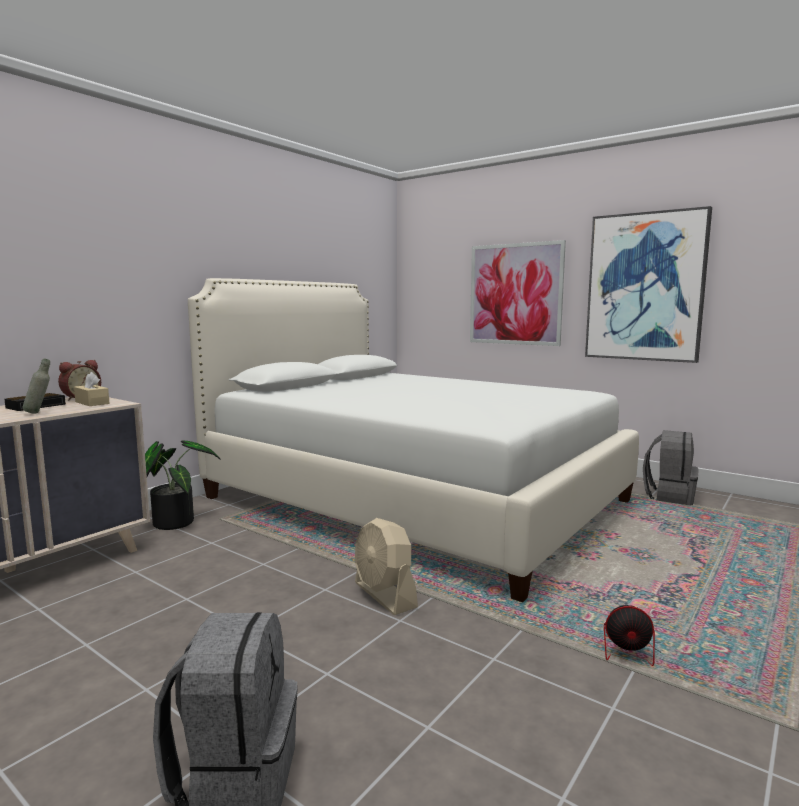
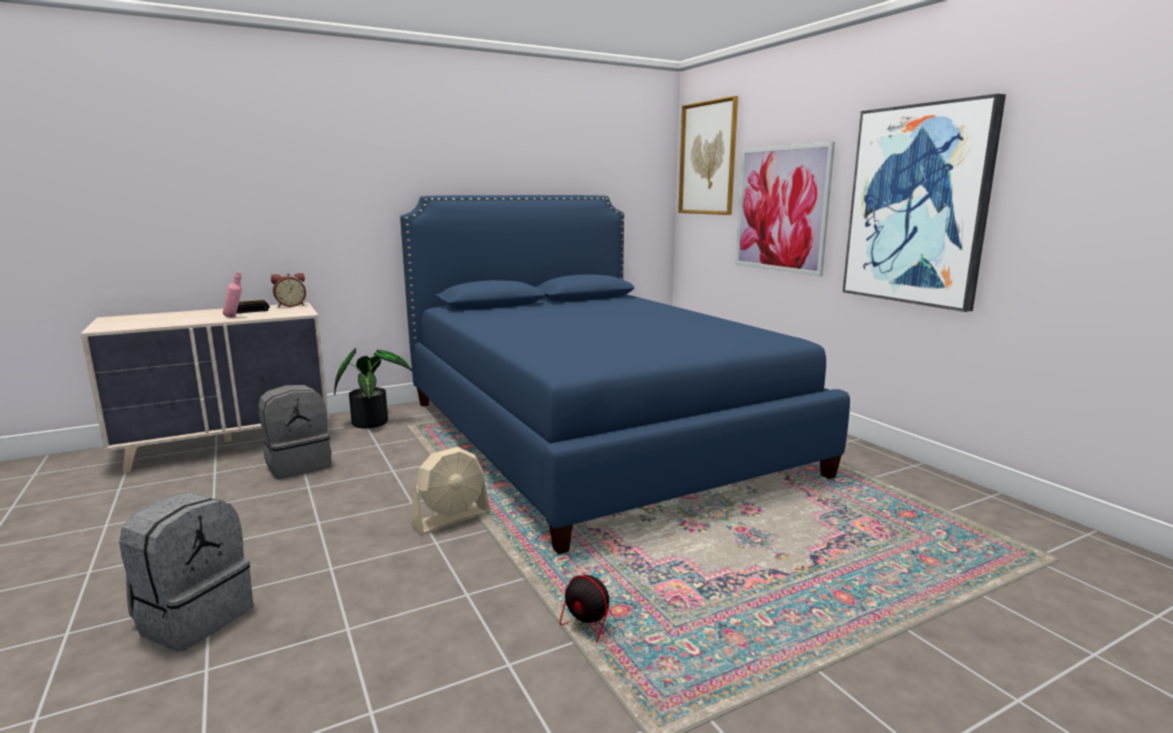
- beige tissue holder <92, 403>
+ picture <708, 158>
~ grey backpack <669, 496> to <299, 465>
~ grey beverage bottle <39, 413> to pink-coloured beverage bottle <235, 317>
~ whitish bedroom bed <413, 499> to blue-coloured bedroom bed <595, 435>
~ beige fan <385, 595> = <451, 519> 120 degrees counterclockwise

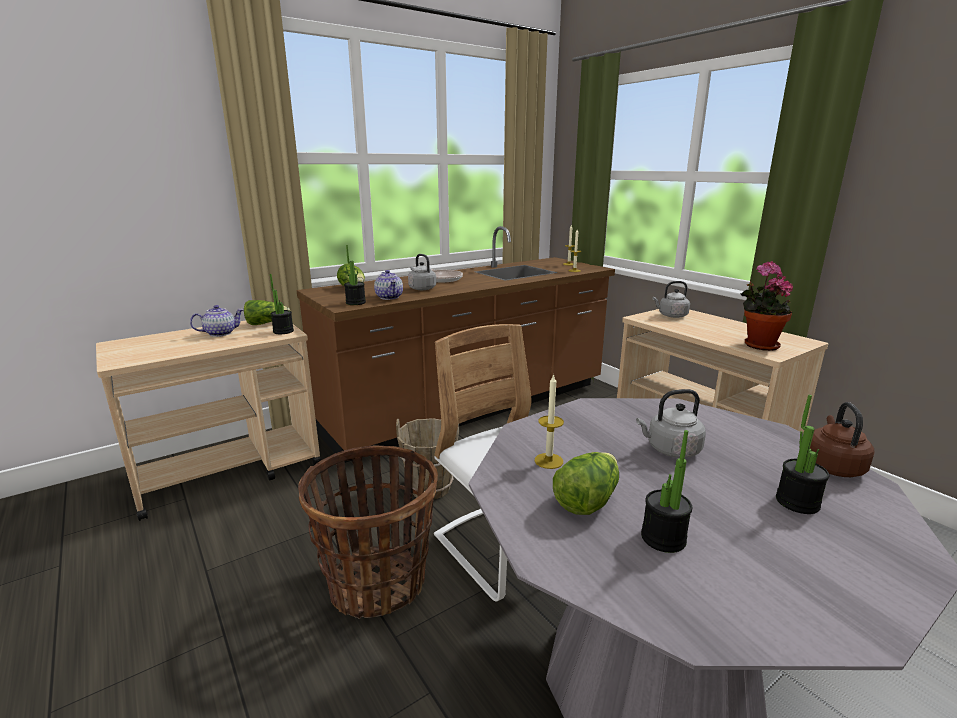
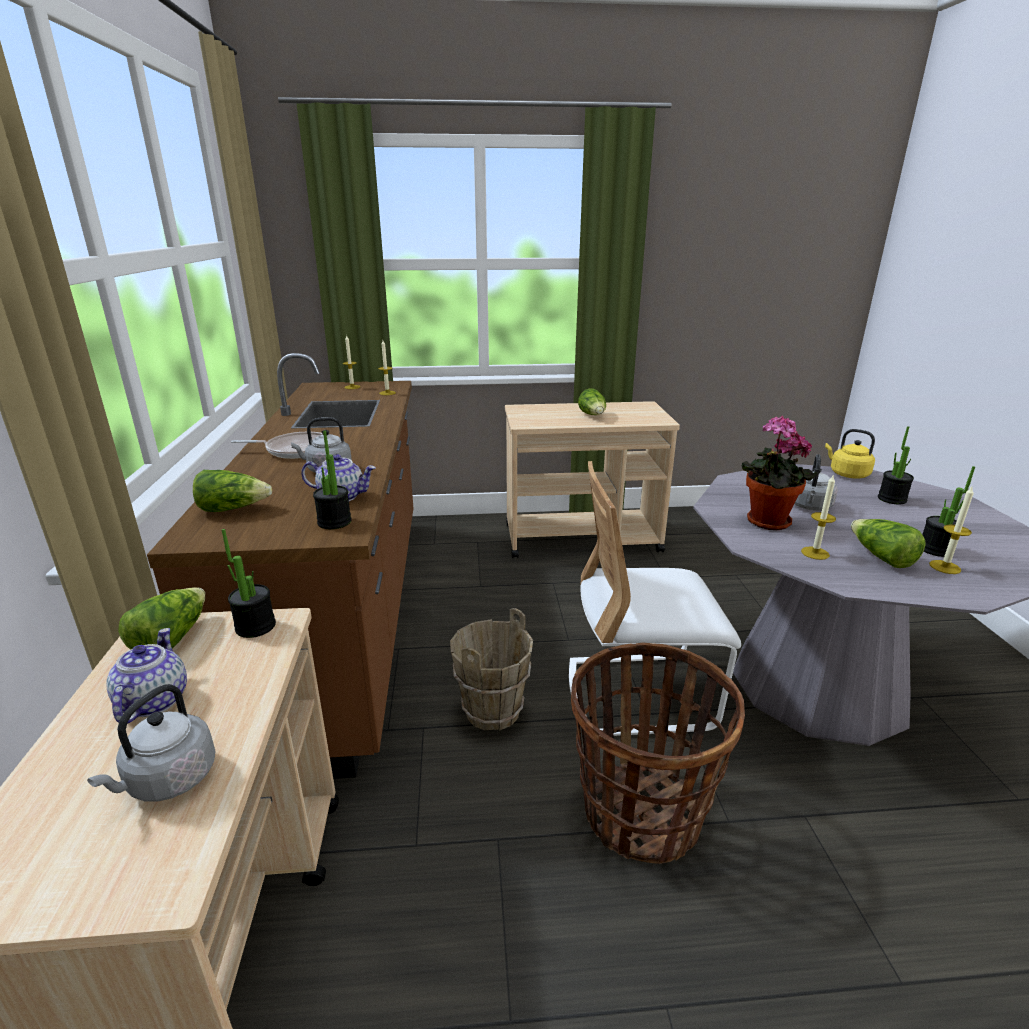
+ head of lettuce <593, 415>
+ wax light <945, 567>
~ grey kettle <671, 316> to <168, 780>
~ plant in a pot <758, 345> to <765, 523>
~ brown-coloured kettle <832, 466> to yellowish kettle <847, 474>

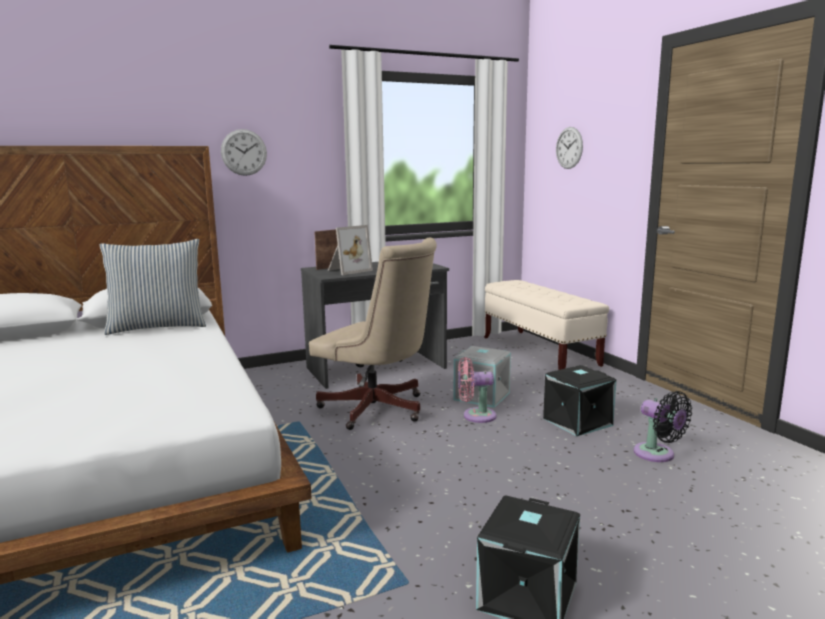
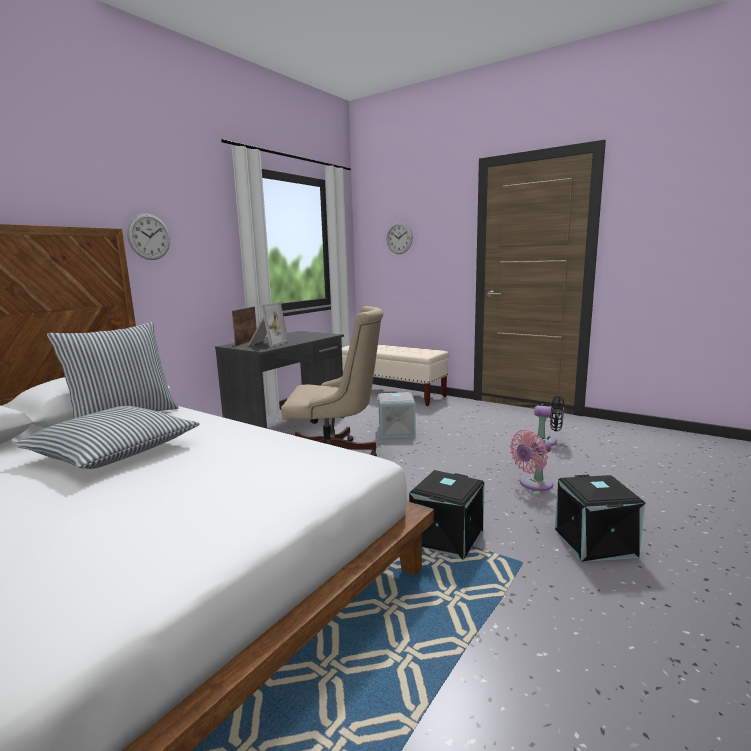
+ throw pillow <112, 452>
~ pink-coloured fan <475, 416> to <533, 484>
~ black storage container <577, 421> to <446, 537>

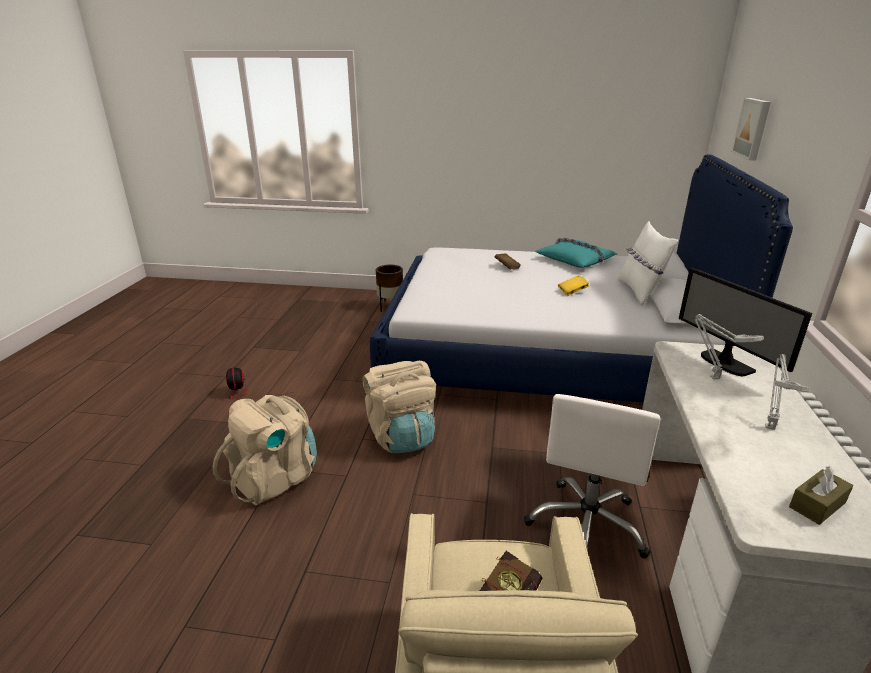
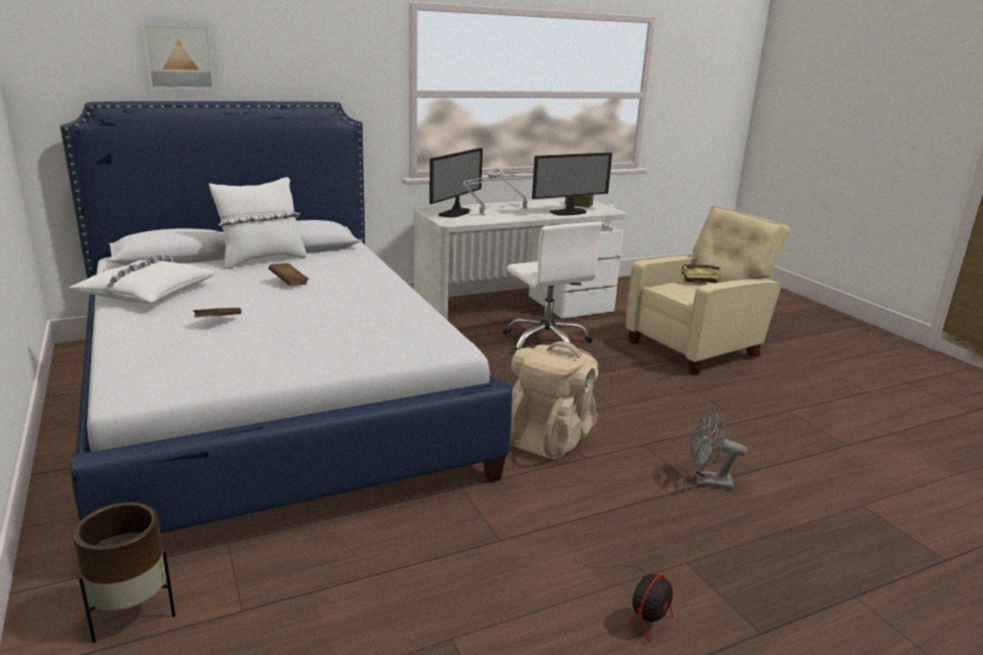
+ computer screen <569, 213>
~ beige backpack <275, 478> to grey fan <707, 482>
~ blue-green throw pillow <576, 260> to whitish throw pillow <146, 292>
~ yellowish volume <572, 291> to brown-coloured volume <289, 283>
~ whitish computer chair <587, 526> = <547, 343> 75 degrees clockwise

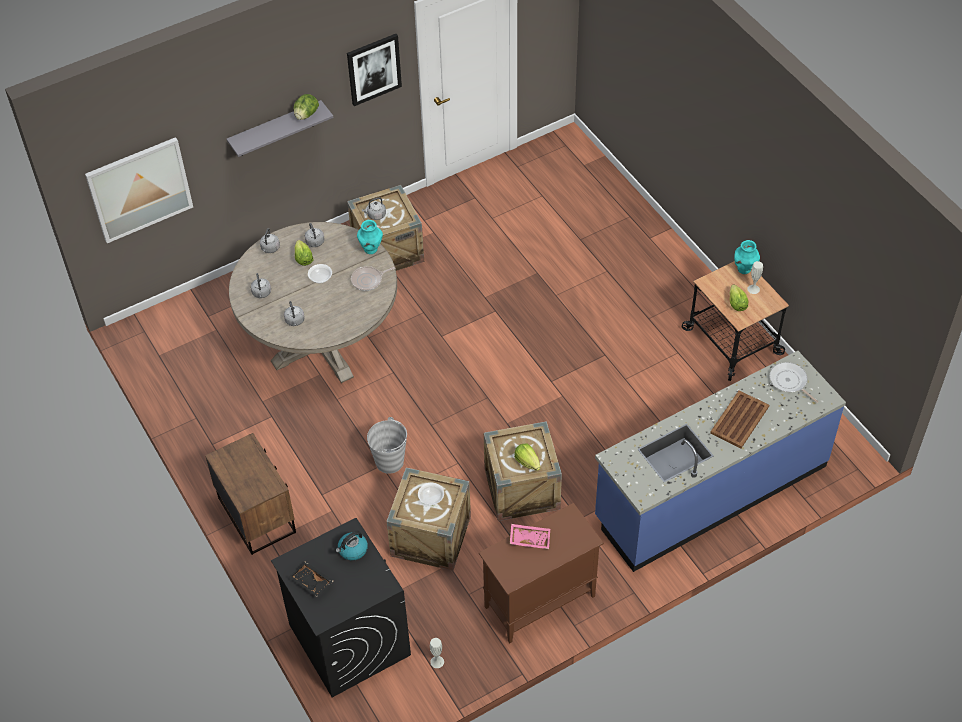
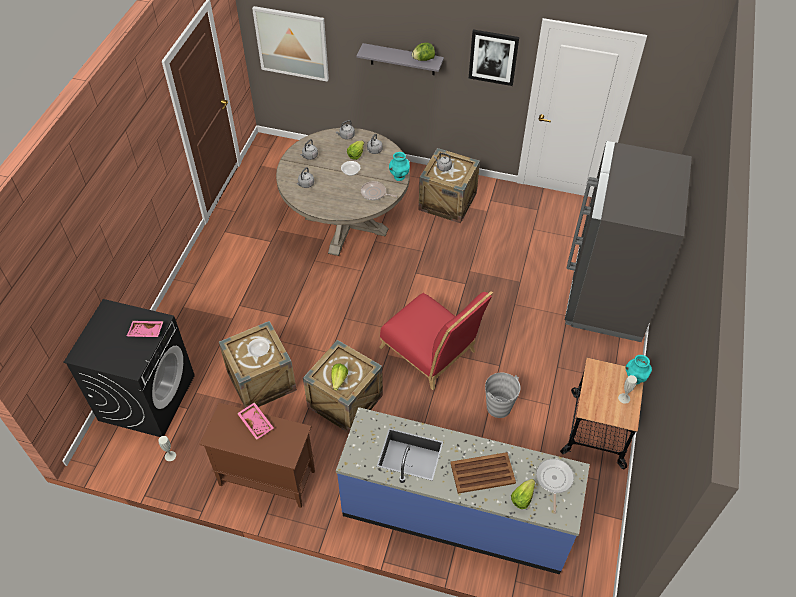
- brown-coloured nightstand <257, 515>
- black serving tray <310, 582>
+ reddish chair <432, 353>
+ grey kitchen fridge <607, 295>
~ grey pail <390, 462> to <498, 407>
~ head of lettuce <736, 304> to <522, 498>
~ kettle <352, 550> to pink-coloured serving tray <146, 332>

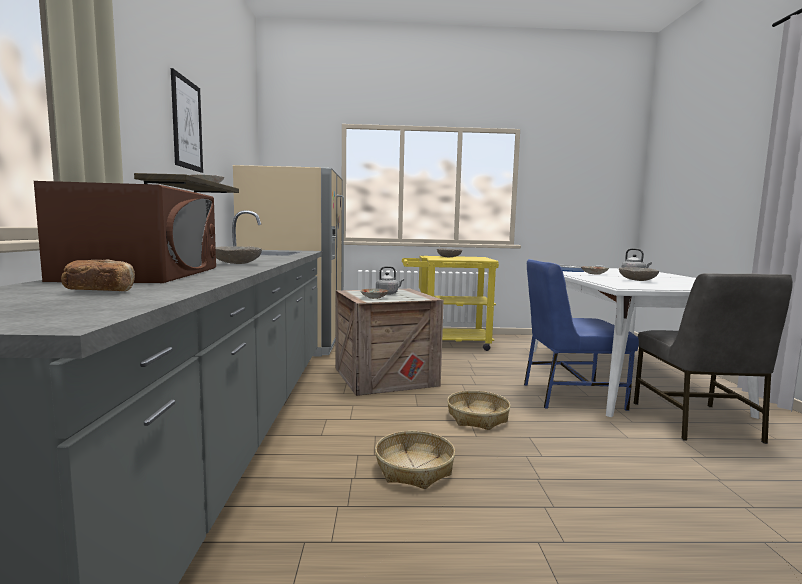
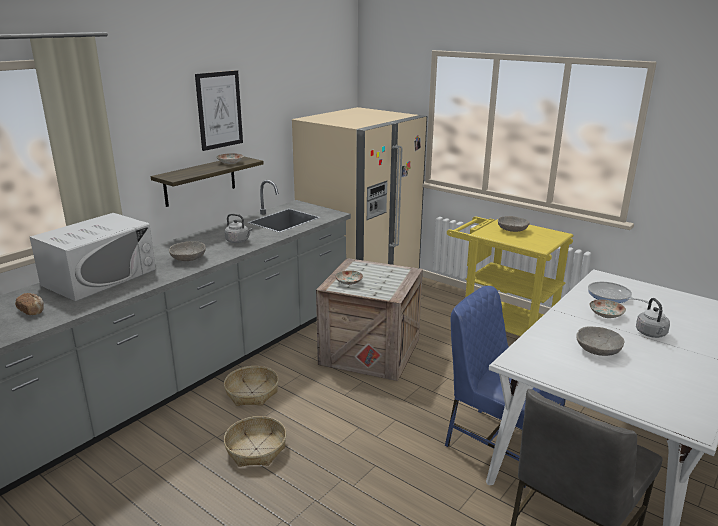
~ grey kettle <388, 294> to <238, 241>
~ household basket <477, 418> to <252, 392>
~ brown-coloured kitchen microwave <144, 273> to whitish kitchen microwave <100, 277>

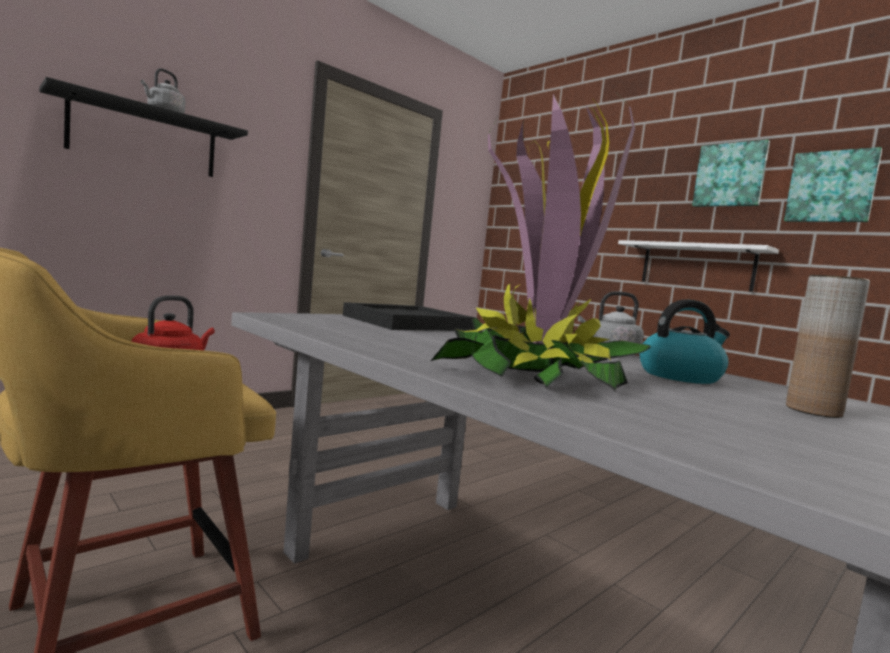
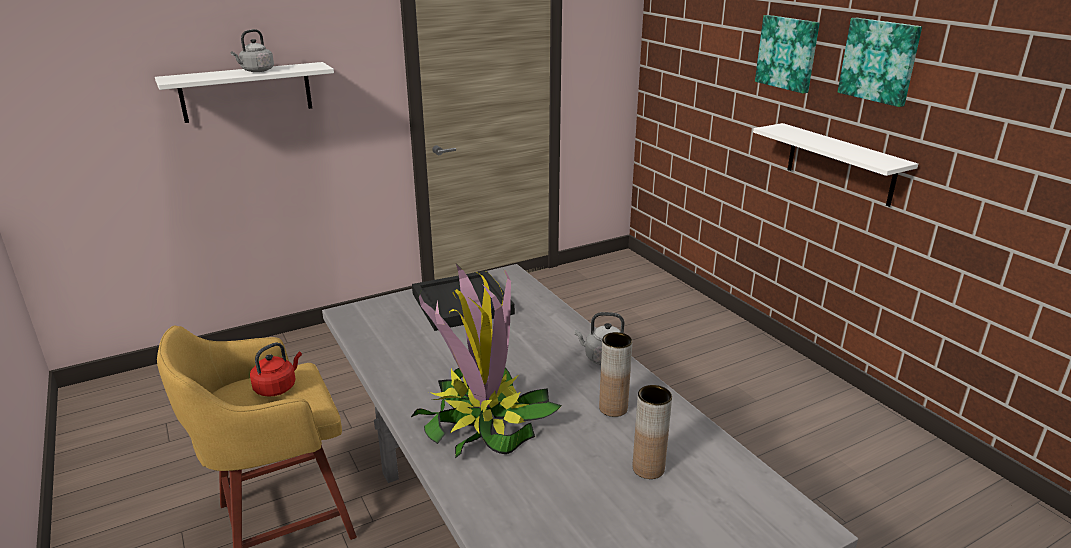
~ picture <831, 187> to <788, 53>
~ kettle <680, 376> to brown-coloured vase <613, 408>
~ black bracket shelf <145, 138> to whitish bracket shelf <246, 92>

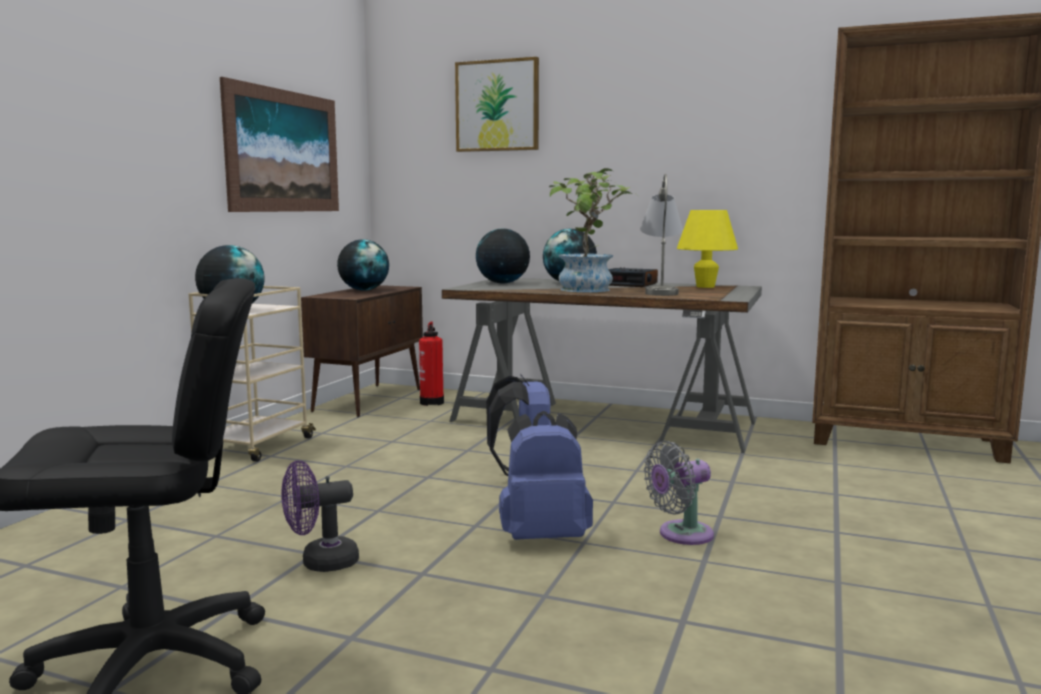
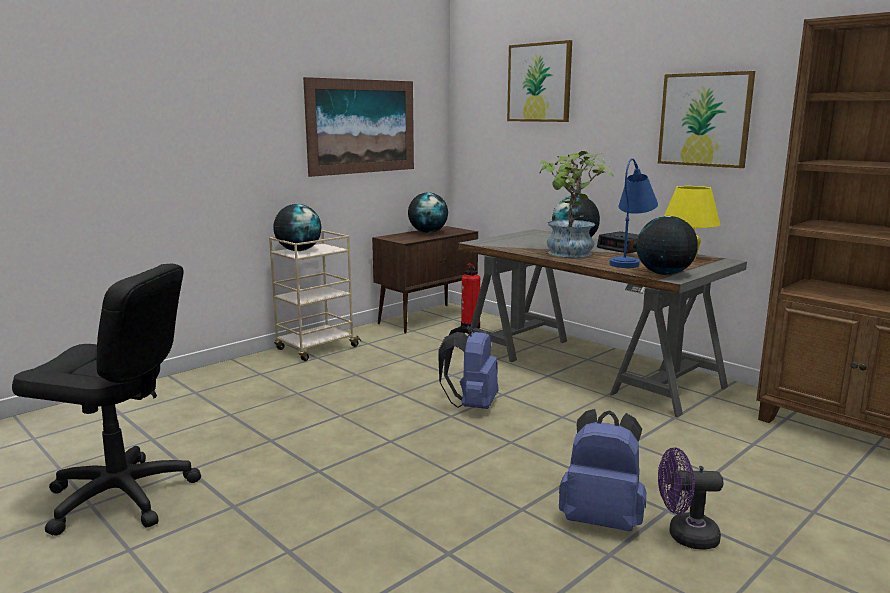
- grey fan <680, 534>
+ picture <705, 119>
~ purple fan <320, 563> to <685, 536>
~ desk globe <502, 283> to <664, 274>
~ blue-coloured backpack <544, 537> to <601, 520>
~ grey lamp for a table <661, 291> to blue-coloured lamp for a table <630, 261>

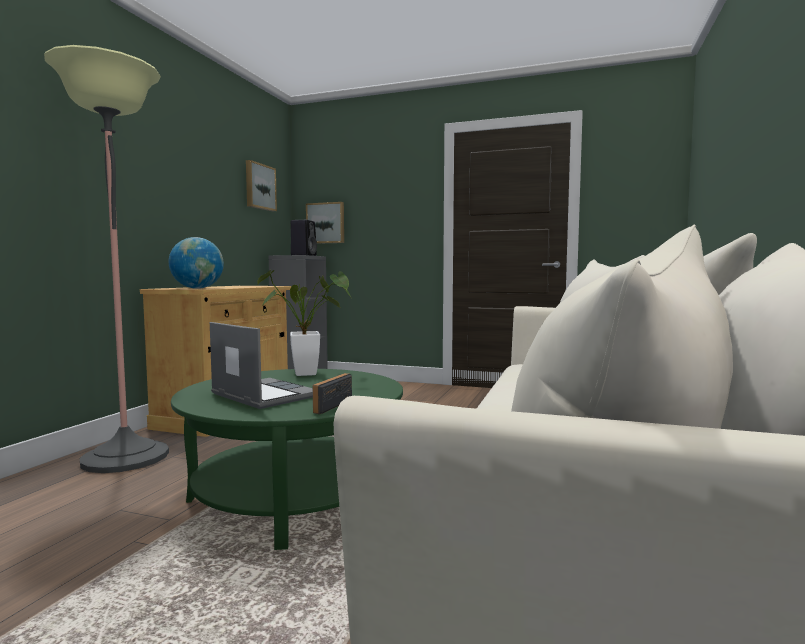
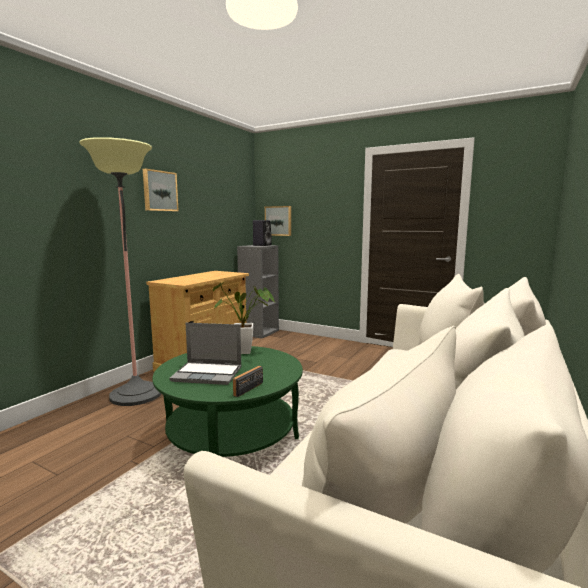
- desk globe <197, 288>
~ picture <259, 187> to <159, 191>
~ portable computer <262, 395> = <208, 374> 135 degrees clockwise

